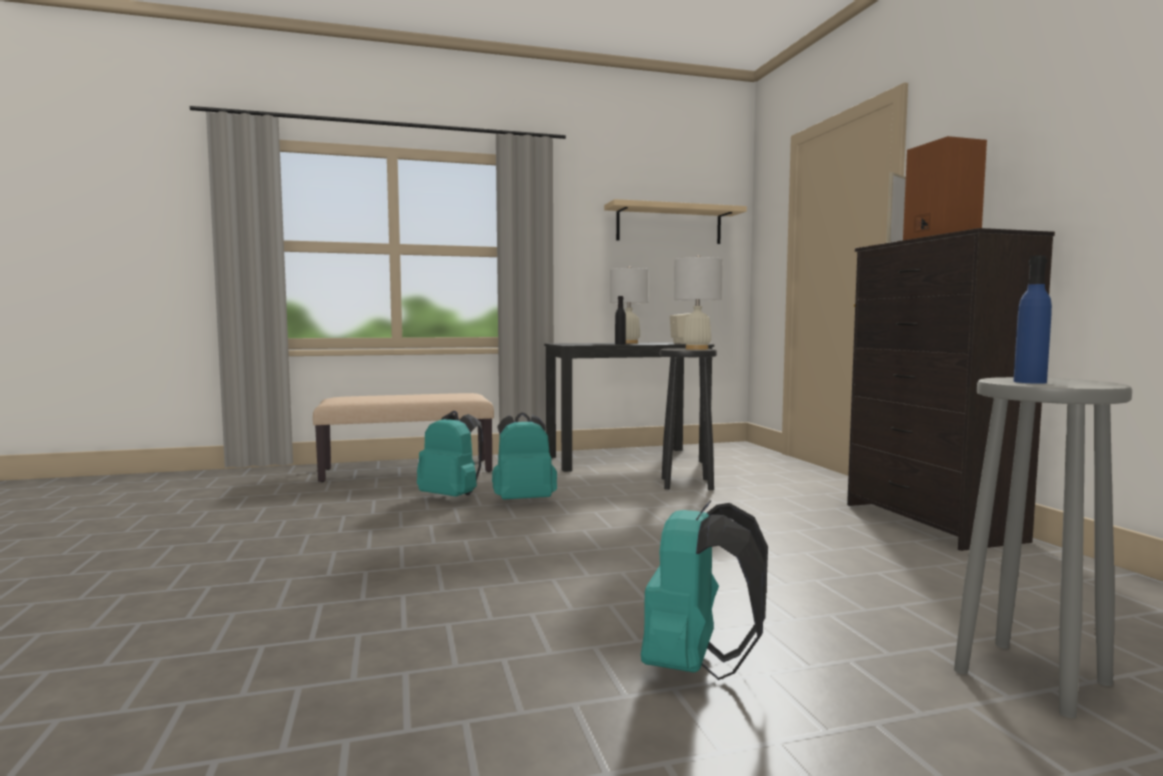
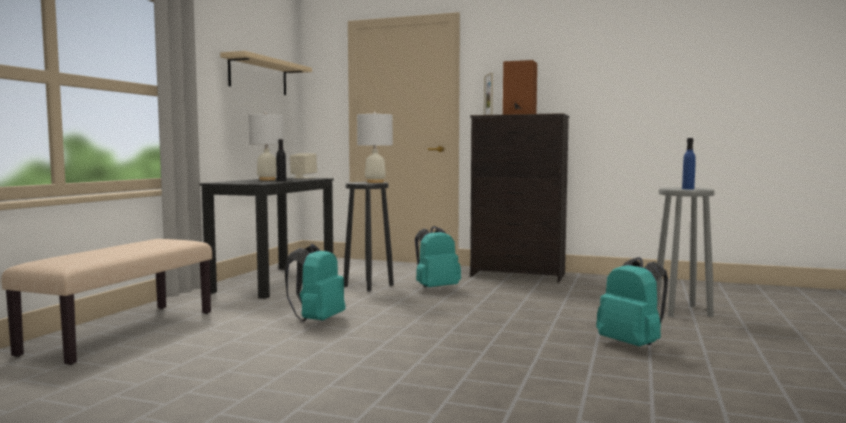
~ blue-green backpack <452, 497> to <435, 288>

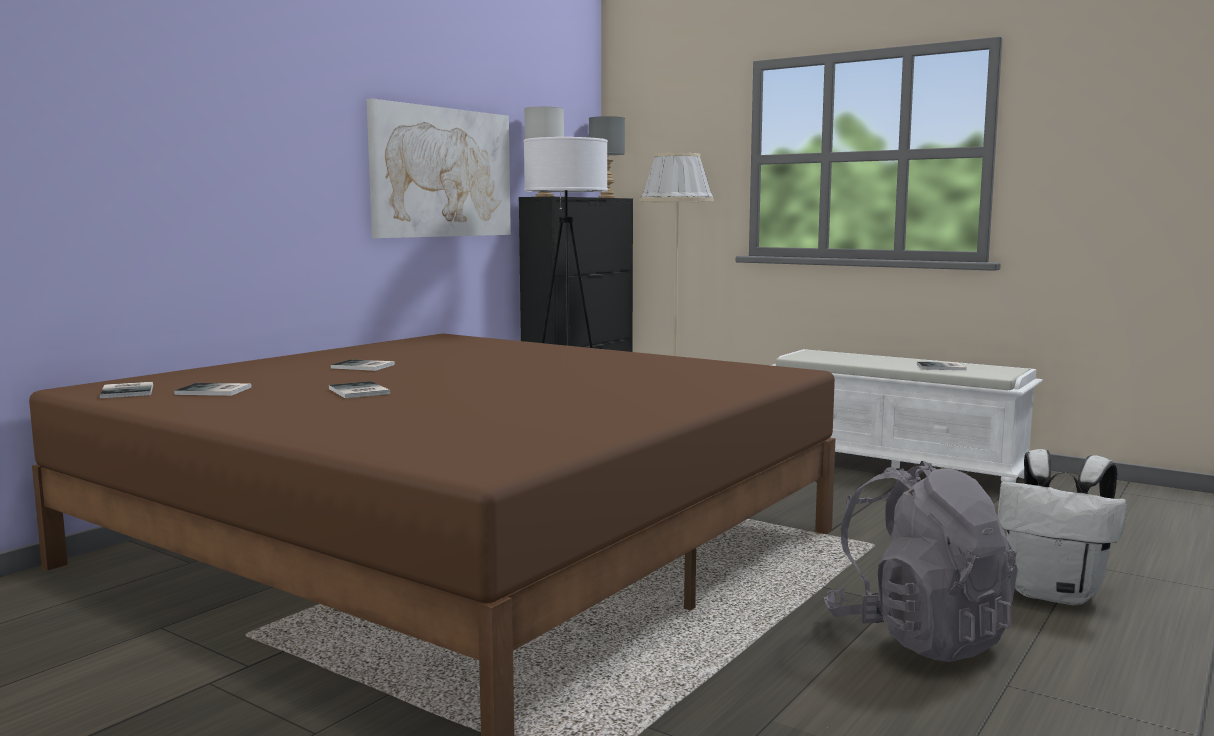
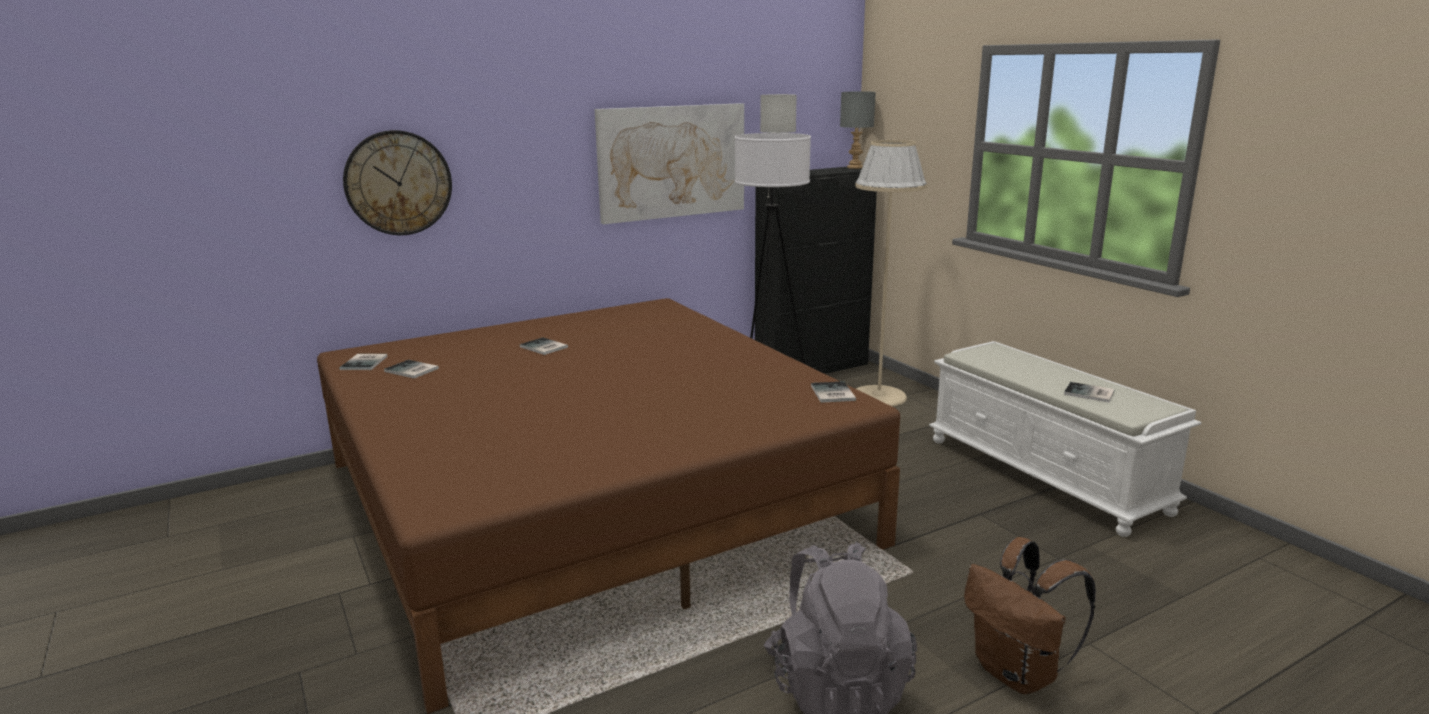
+ clock on the wall <398, 183>
~ volume <357, 392> to <831, 393>
~ whitish backpack <1055, 594> to brown-coloured backpack <1018, 674>

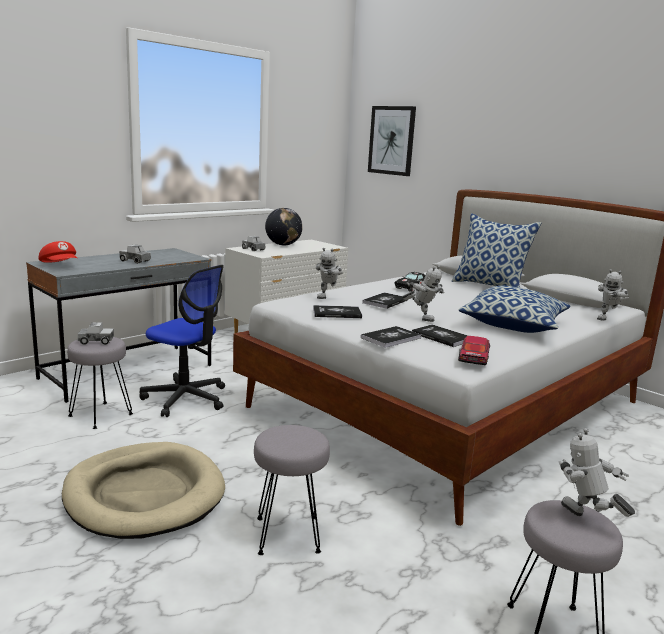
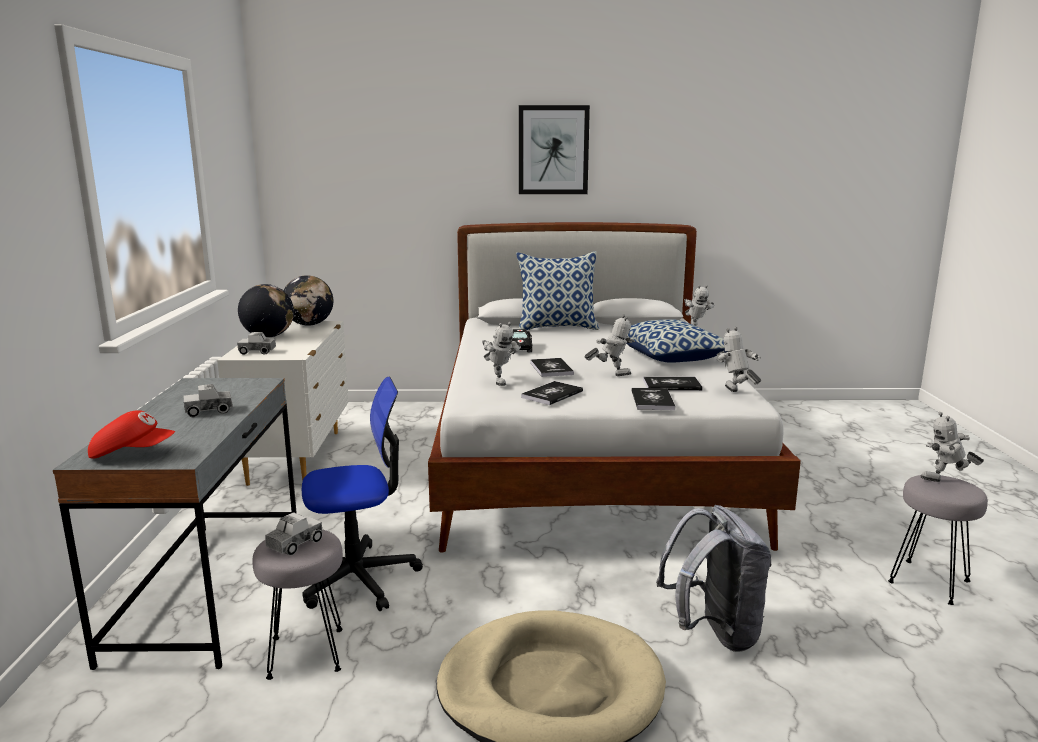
+ desk globe <309, 324>
~ picture <391, 140> to <553, 150>
~ grey stool <288, 534> to grey backpack <713, 633>
~ miniature car <473, 358> to model robot <735, 393>

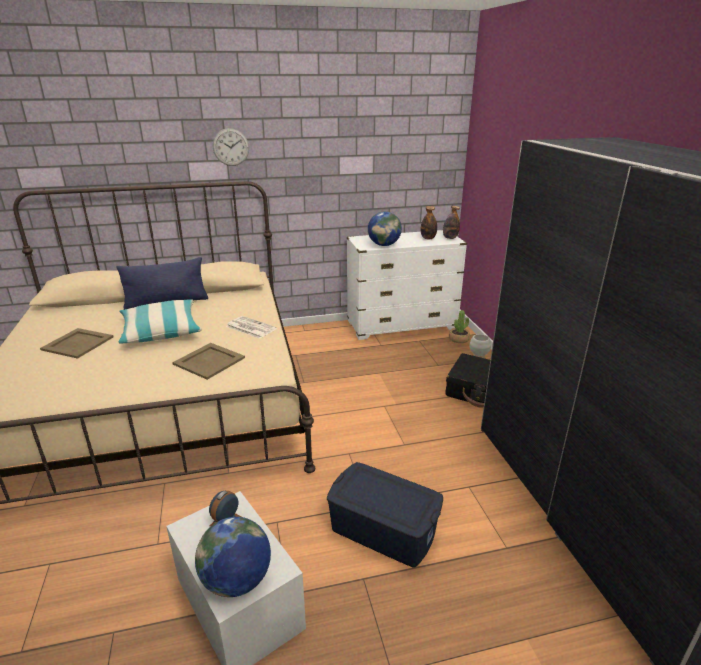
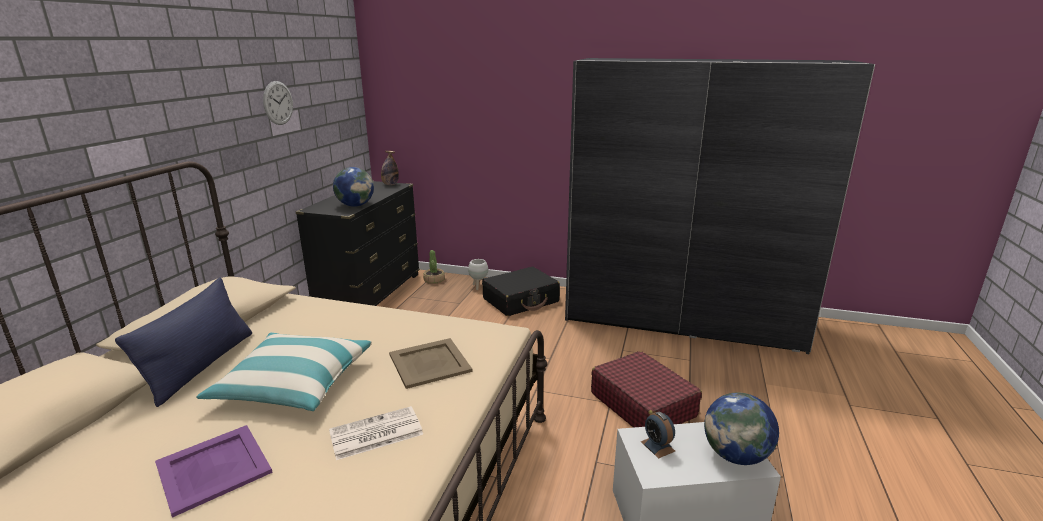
- beverage bottle <428, 238>
~ clock on the wall <231, 147> to <278, 103>
~ newspaper <250, 328> to <375, 434>
~ blue-coloured storage container <383, 529> to reddish suitcase <642, 404>
~ beige serving tray <78, 343> to purple serving tray <214, 467>
~ whitish chest of drawers <401, 325> to black chest of drawers <370, 294>

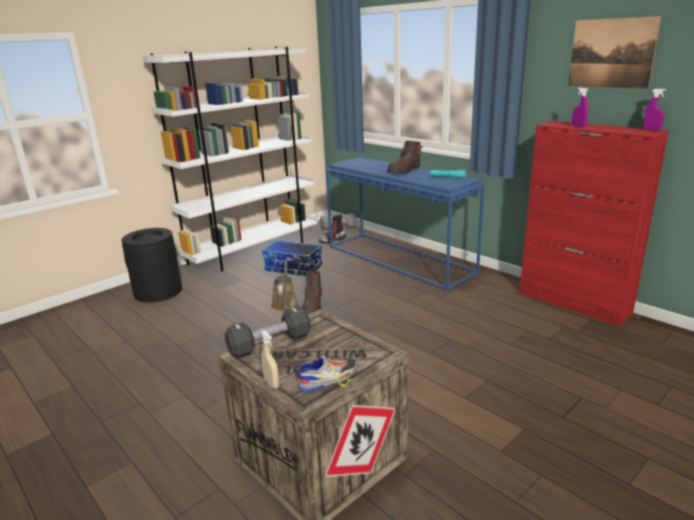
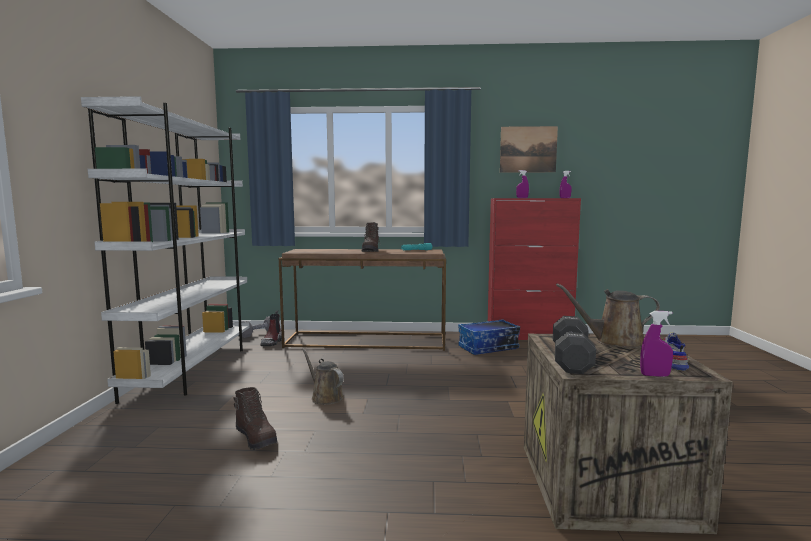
- black waste bin <158, 291>
+ brown-coloured watering pot <614, 342>
~ storage container <293, 268> to <488, 348>
~ brown-coloured high-top boot <313, 306> to <256, 438>
~ beige spray bottle <271, 384> to purple spray bottle <655, 375>
~ blue-coloured narrow table <400, 260> to brown-coloured narrow table <367, 341>

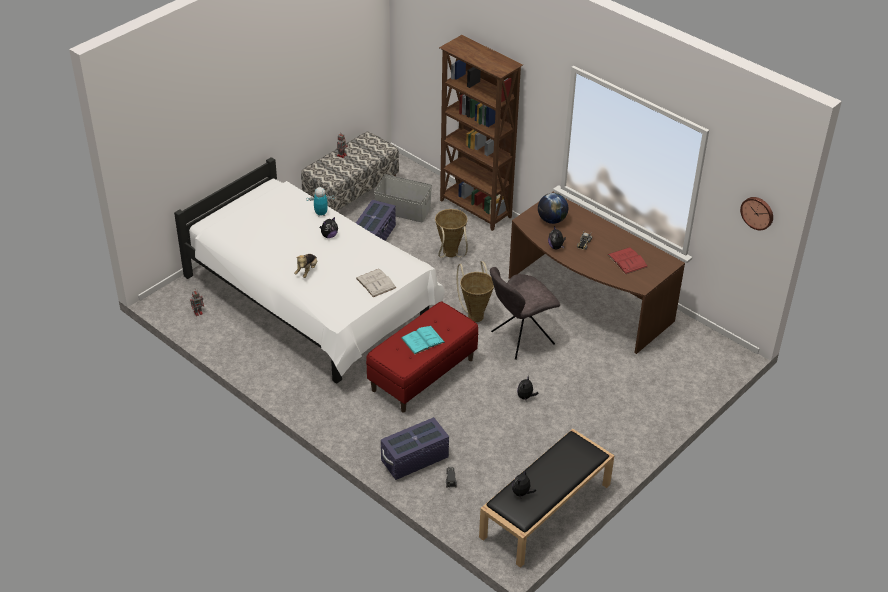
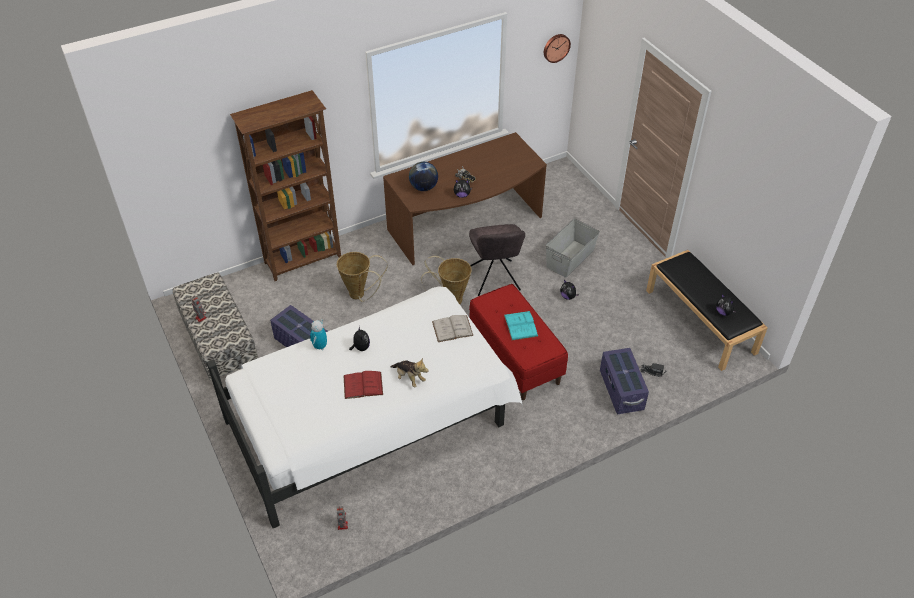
~ grey storage container <403, 210> to <570, 258>
~ reddish volume <627, 261> to <363, 385>

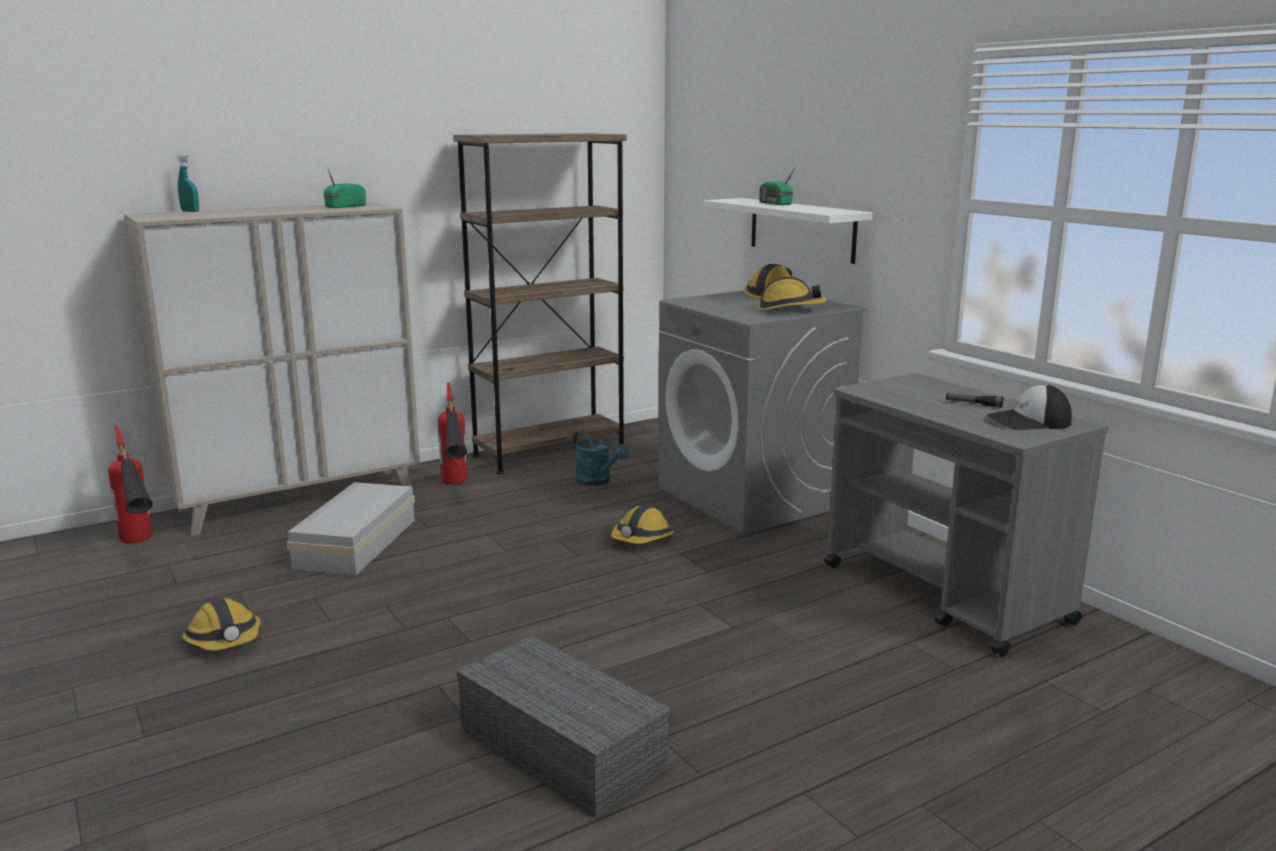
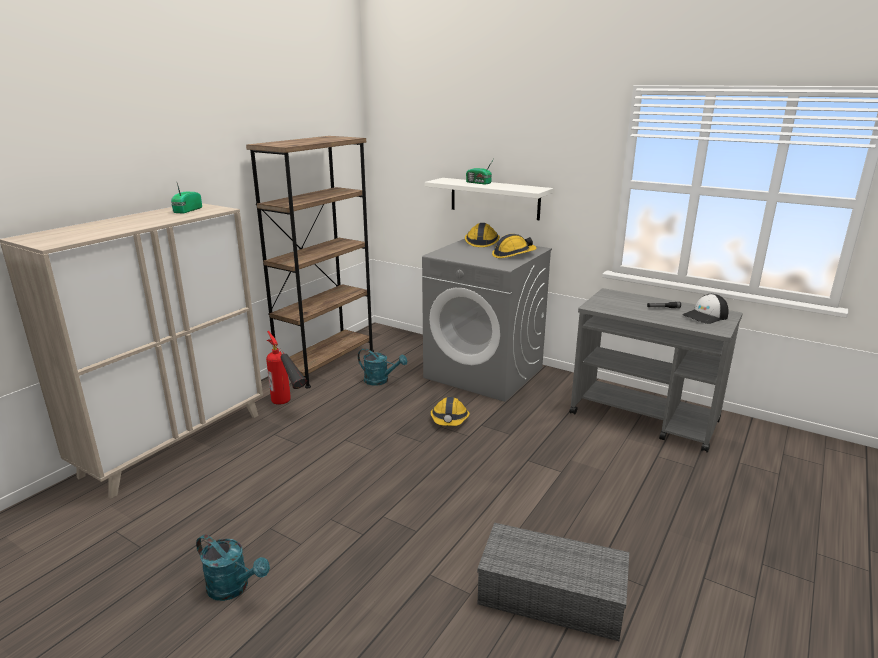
- fire extinguisher <140, 547>
- blue-green spray bottle <190, 211>
- whitish storage container <359, 542>
~ safety helmet <224, 640> to blue-green watering pot <234, 588>

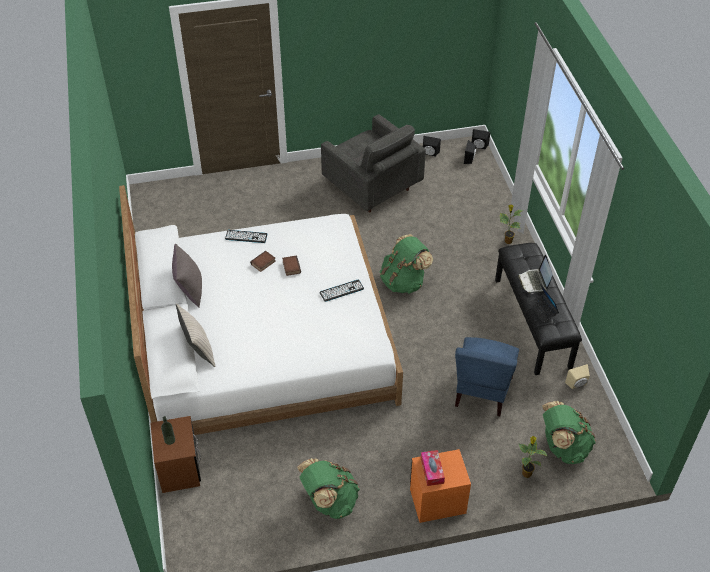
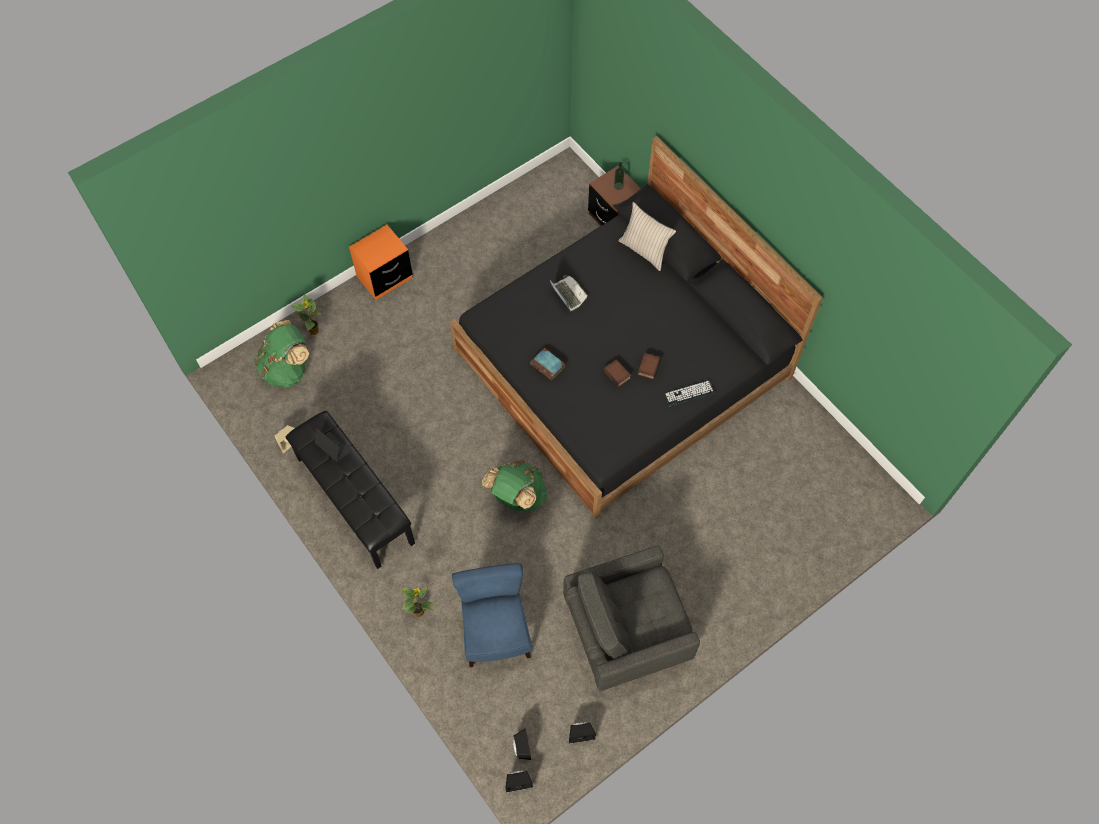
- grey throw pillow <190, 291>
- greenish backpack <329, 501>
- tissue holder <432, 470>
~ blue-coloured chair <482, 391> to <496, 633>
~ portable computer <534, 282> to <568, 294>
~ computer keyboard <341, 291> to volume <548, 365>
~ whitish bedroom bed <263, 340> to black bedroom bed <623, 364>
~ grey lounge chair <372, 187> = <625, 631> 45 degrees counterclockwise

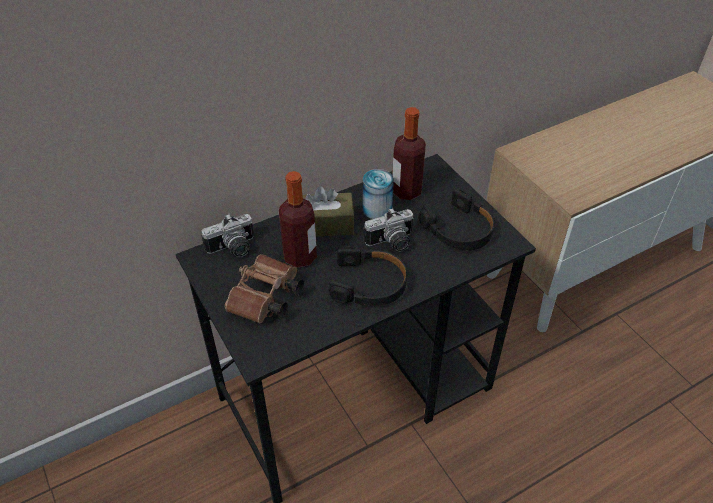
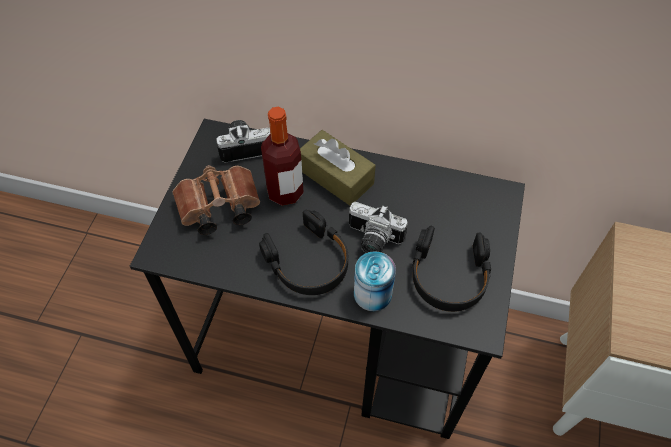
- beverage bottle <406, 191>
~ metal can <377, 209> to <372, 294>
~ photo camera <233, 249> = <245, 146> 150 degrees clockwise

